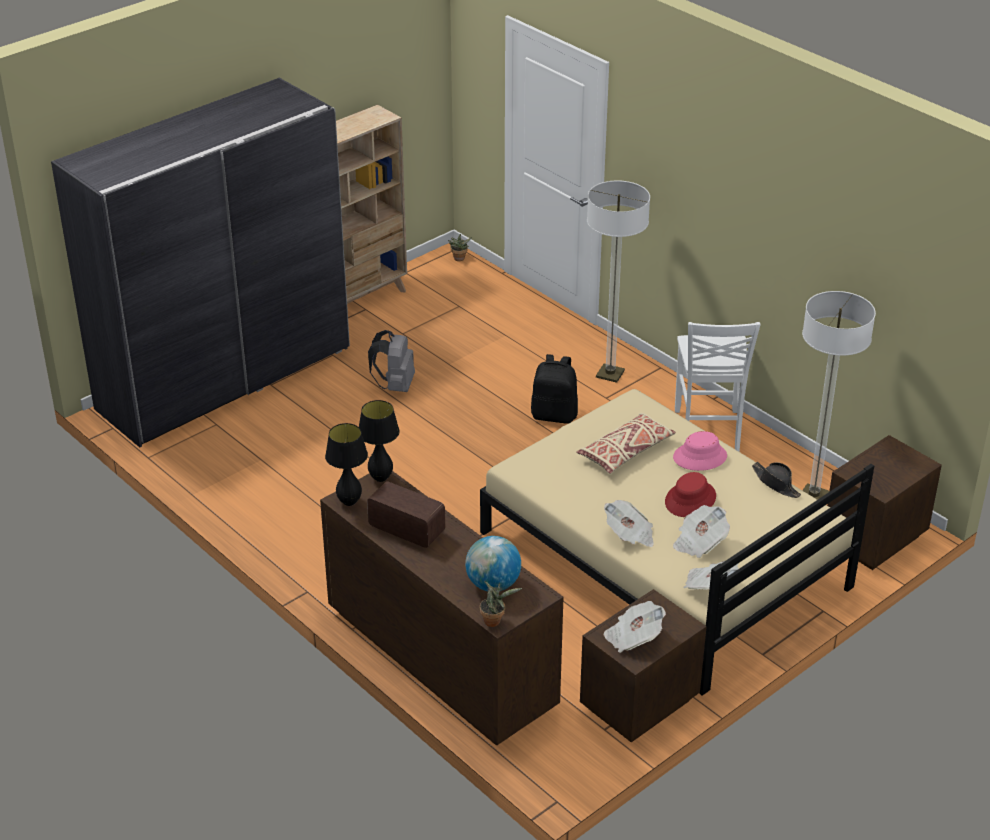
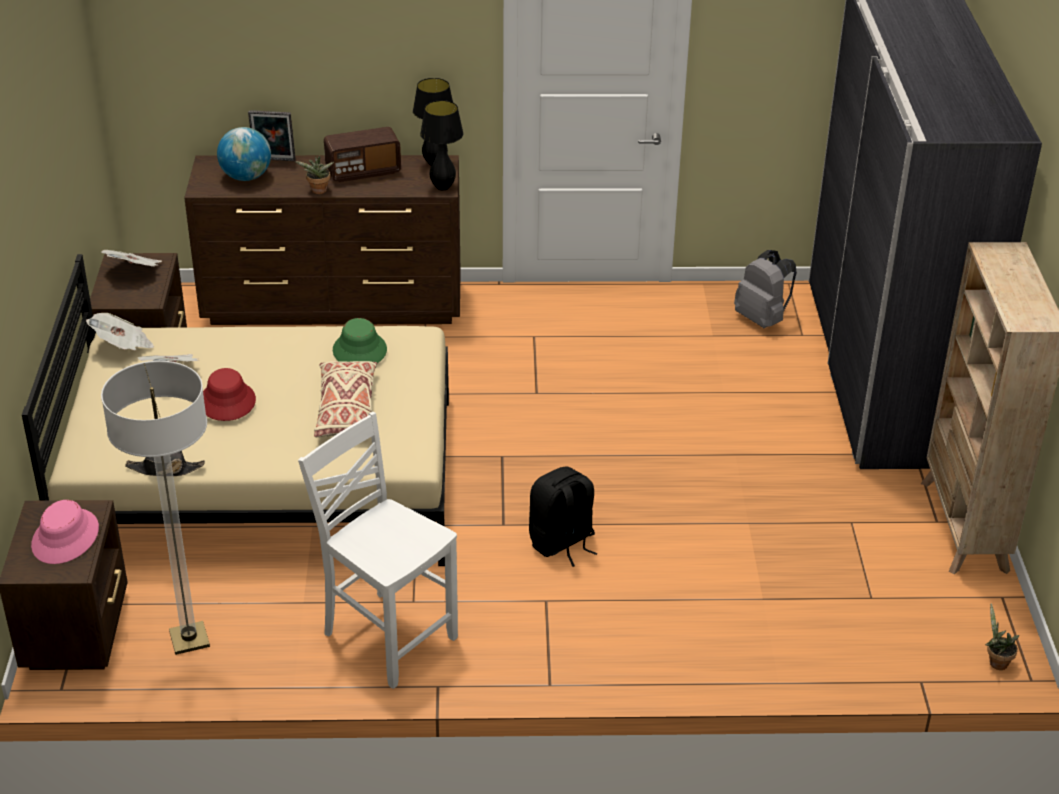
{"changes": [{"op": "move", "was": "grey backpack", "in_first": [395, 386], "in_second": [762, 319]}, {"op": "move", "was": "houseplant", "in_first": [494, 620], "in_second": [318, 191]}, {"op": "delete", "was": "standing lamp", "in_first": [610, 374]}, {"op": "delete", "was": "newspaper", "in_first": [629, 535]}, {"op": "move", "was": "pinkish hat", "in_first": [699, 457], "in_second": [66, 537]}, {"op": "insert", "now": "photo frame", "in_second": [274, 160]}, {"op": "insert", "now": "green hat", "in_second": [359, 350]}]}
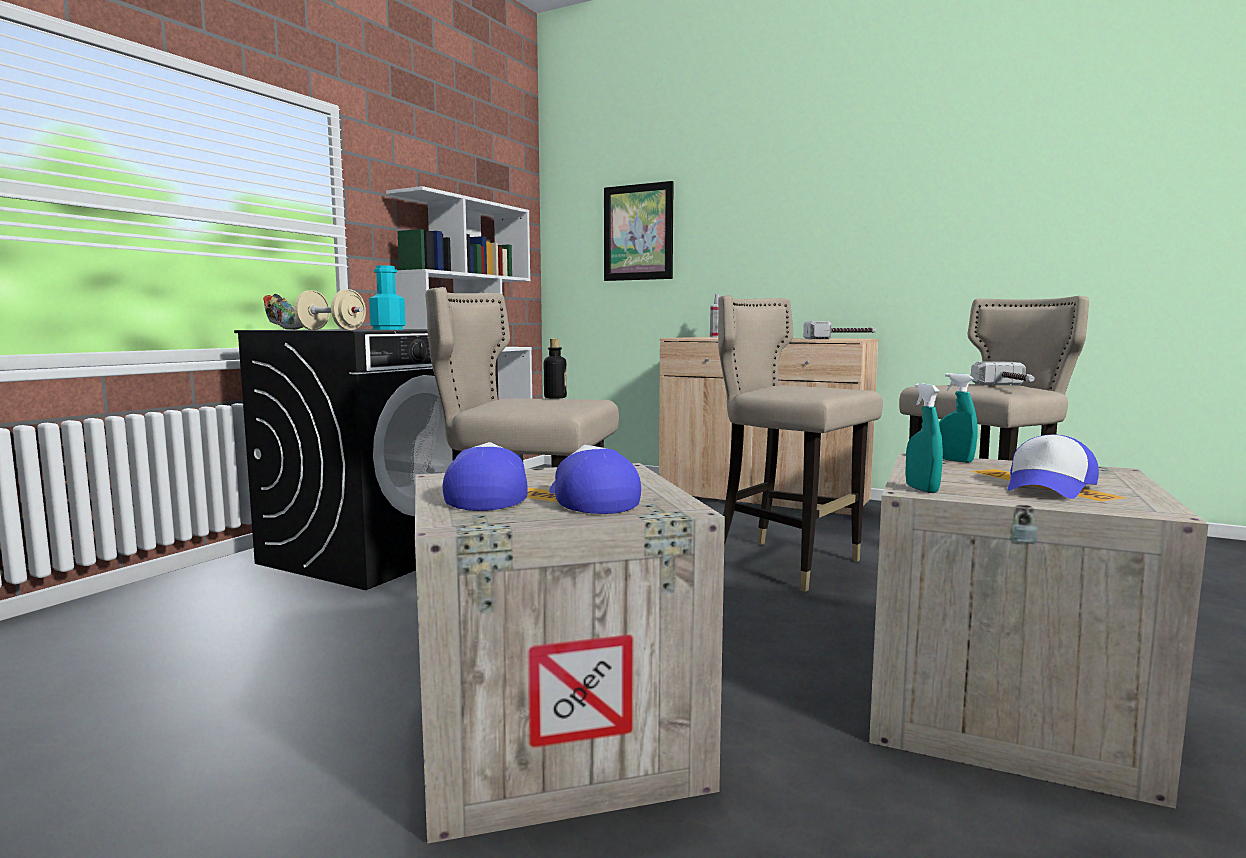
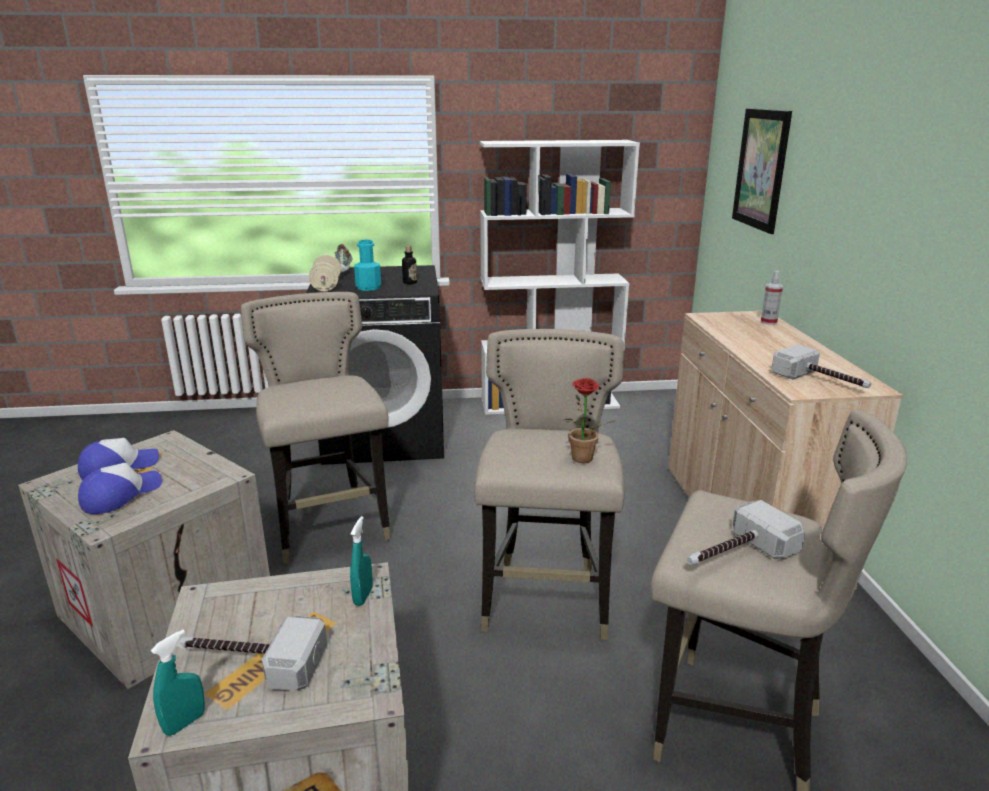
{"changes": [{"op": "move", "was": "beverage bottle", "in_first": [555, 397], "in_second": [410, 282]}, {"op": "move", "was": "turquoise-coloured sprayer", "in_first": [921, 489], "in_second": [185, 723]}, {"op": "replace", "was": "baseball cap", "now": "hammer", "in_first": [1049, 487], "in_second": [251, 661]}, {"op": "insert", "now": "houseplant", "in_second": [581, 460]}]}
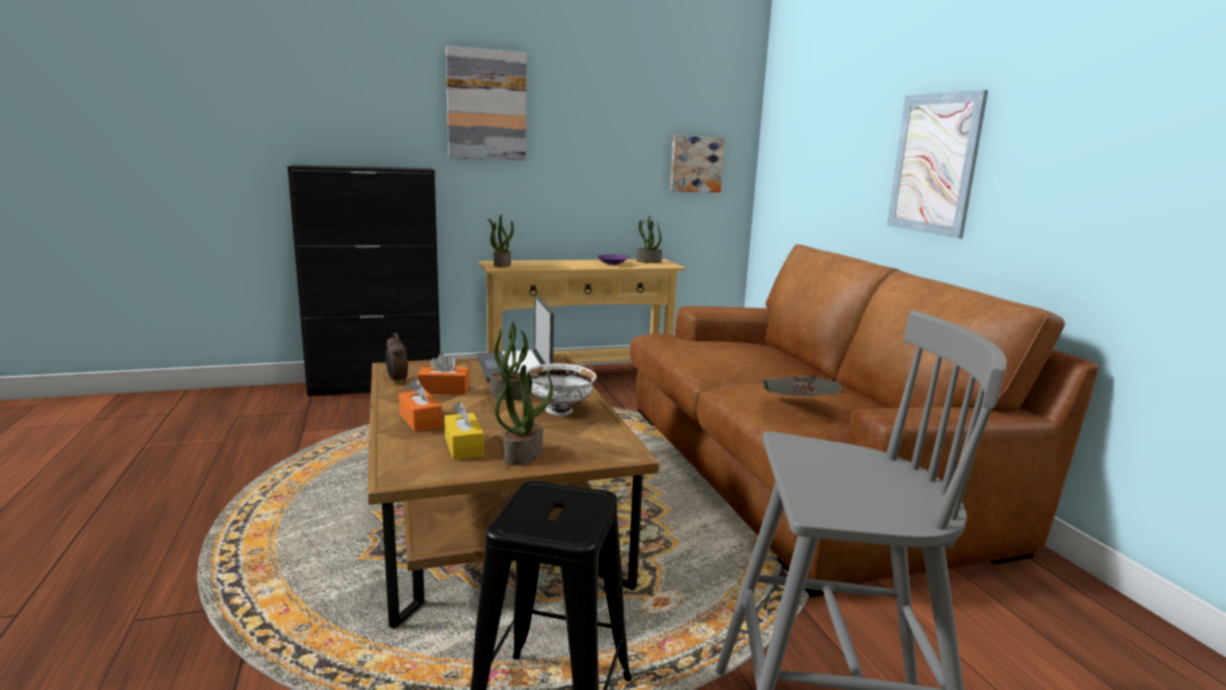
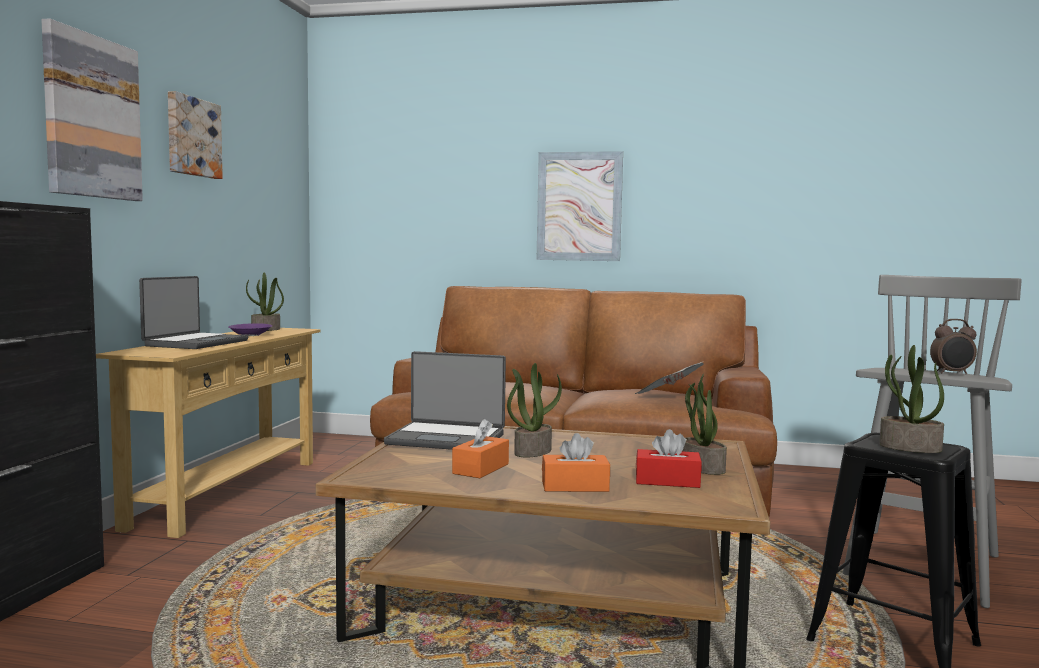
{"changes": [{"op": "move", "was": "alarm clock", "in_first": [397, 381], "in_second": [952, 373]}, {"op": "recolor", "was": "yellowish box of tissues", "now": "reddish box of tissues", "in_first": [464, 446], "in_second": [667, 481]}, {"op": "move", "was": "houseplant", "in_first": [501, 264], "in_second": [909, 448]}, {"op": "delete", "was": "white-coloured bowl", "in_first": [560, 410]}, {"op": "move", "was": "picture", "in_first": [695, 164], "in_second": [192, 137]}, {"op": "insert", "now": "laptop", "in_second": [195, 343]}]}
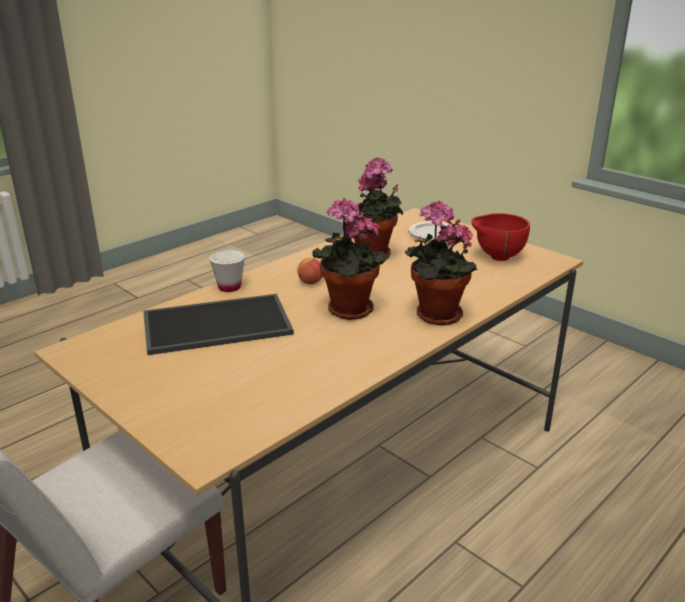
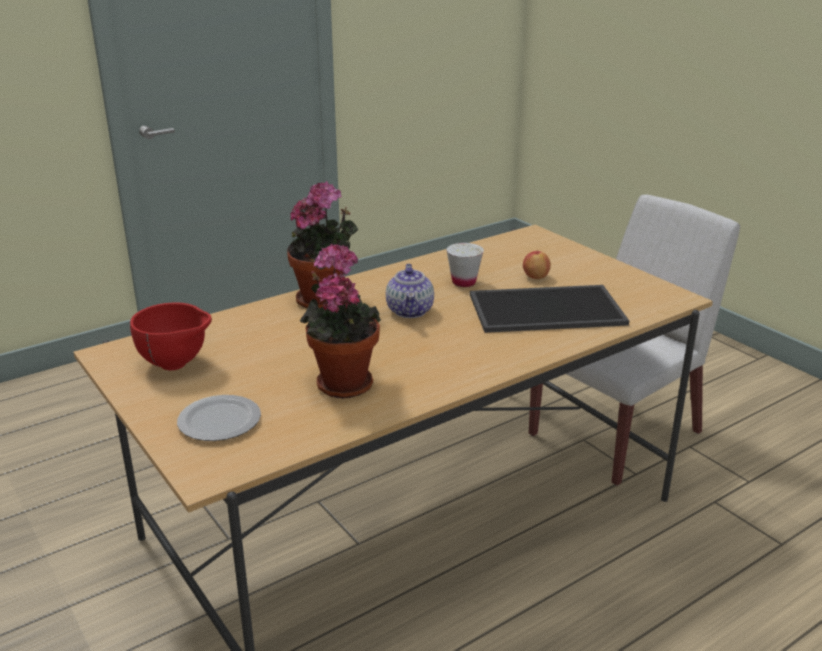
{"changes": [{"op": "move", "was": "white-coloured cup", "in_first": [229, 287], "in_second": [464, 282]}, {"op": "move", "was": "apple", "in_first": [310, 282], "in_second": [535, 277]}, {"op": "replace", "was": "houseplant", "now": "tea pot", "in_first": [347, 311], "in_second": [410, 311]}]}
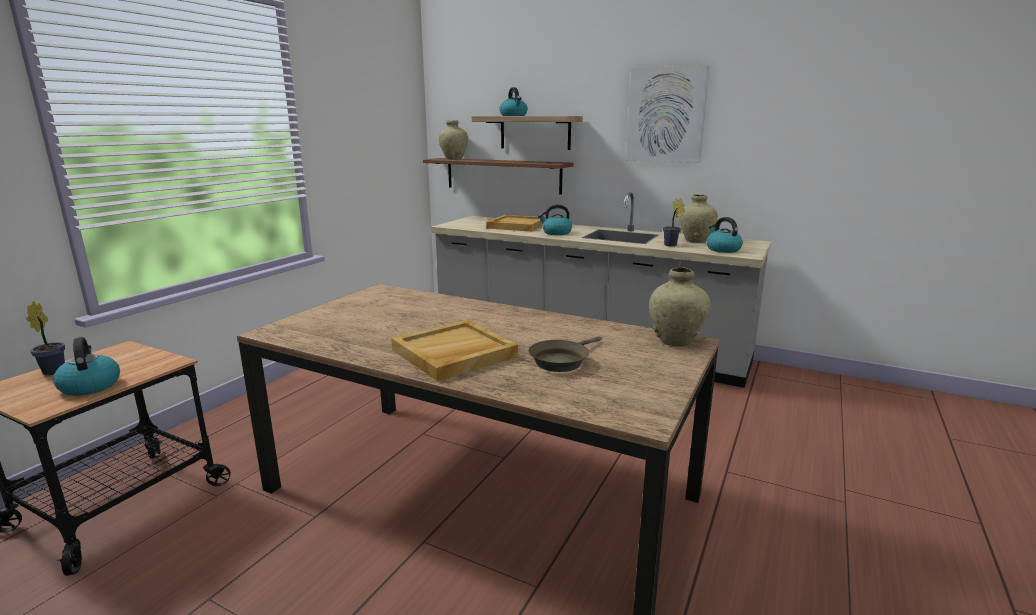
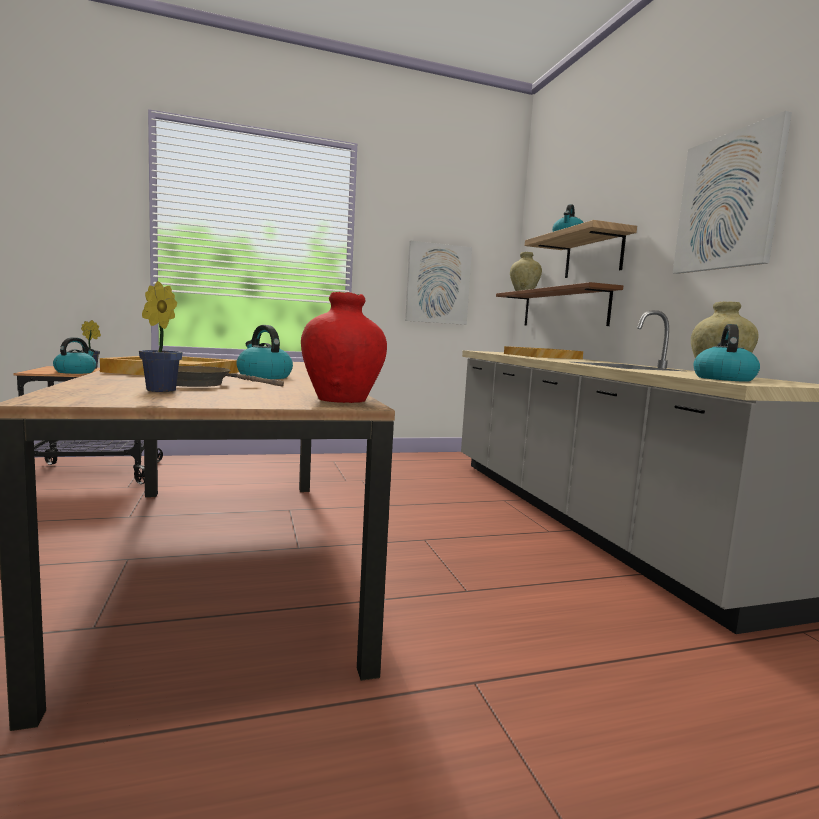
{"changes": [{"op": "move", "was": "water kettle", "in_first": [556, 233], "in_second": [263, 376]}, {"op": "recolor", "was": "beige-coloured flower vase", "now": "reddish flower vase", "in_first": [676, 341], "in_second": [342, 401]}, {"op": "move", "was": "houseplant", "in_first": [671, 245], "in_second": [158, 390]}, {"op": "insert", "now": "picture", "in_second": [438, 284]}]}
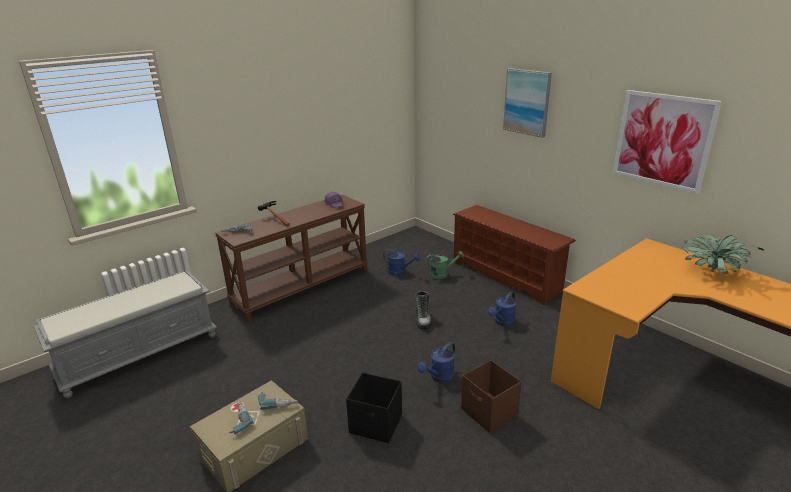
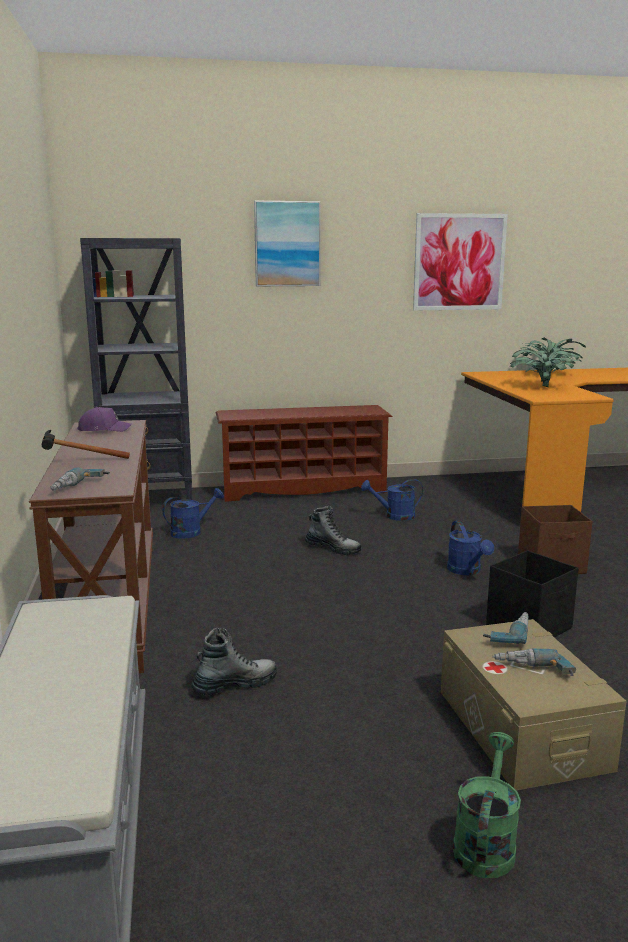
{"changes": [{"op": "move", "was": "green sprinkling can", "in_first": [442, 274], "in_second": [485, 842]}, {"op": "rotate", "was": "bluish sprinkling can", "in_first": [502, 322], "in_second": [394, 516], "clockwise": 105}, {"op": "insert", "now": "black bookcase", "in_second": [150, 501]}, {"op": "insert", "now": "tall boot", "in_second": [235, 684]}, {"op": "insert", "now": "houseplant", "in_second": [542, 387]}]}
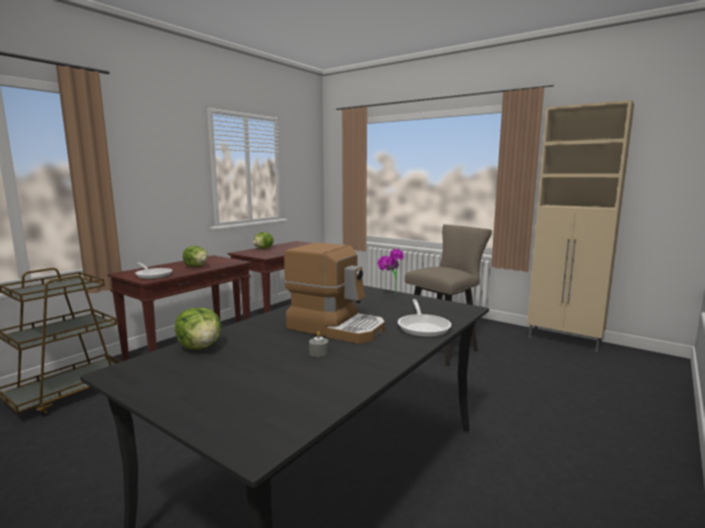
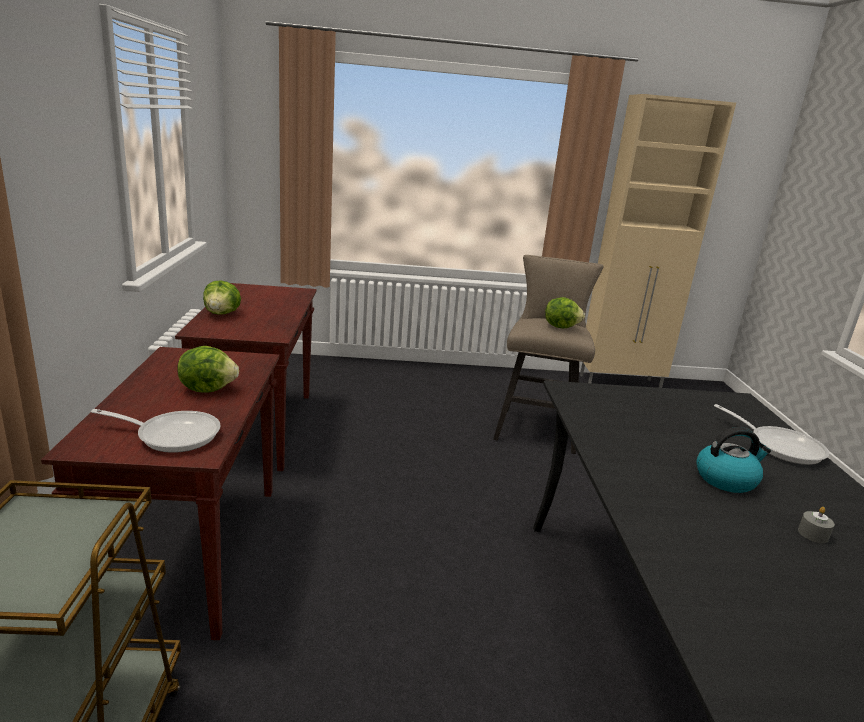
{"changes": [{"op": "move", "was": "lettuce head", "in_first": [200, 347], "in_second": [561, 326]}, {"op": "replace", "was": "coffee machine", "now": "water kettle", "in_first": [336, 327], "in_second": [726, 479]}, {"op": "delete", "was": "houseplant", "in_first": [389, 295]}]}
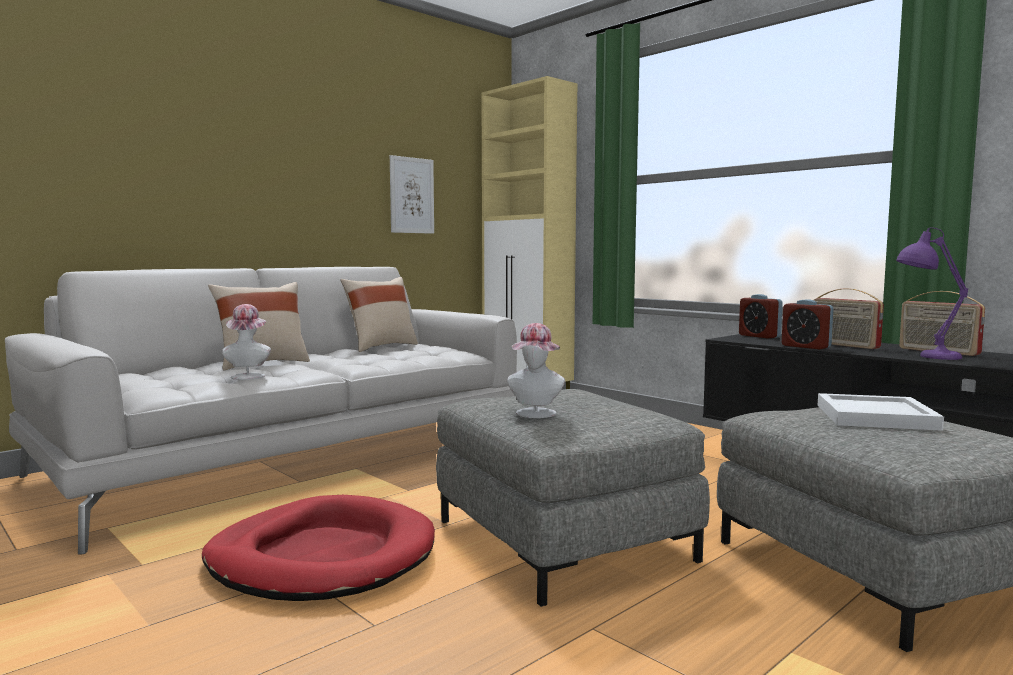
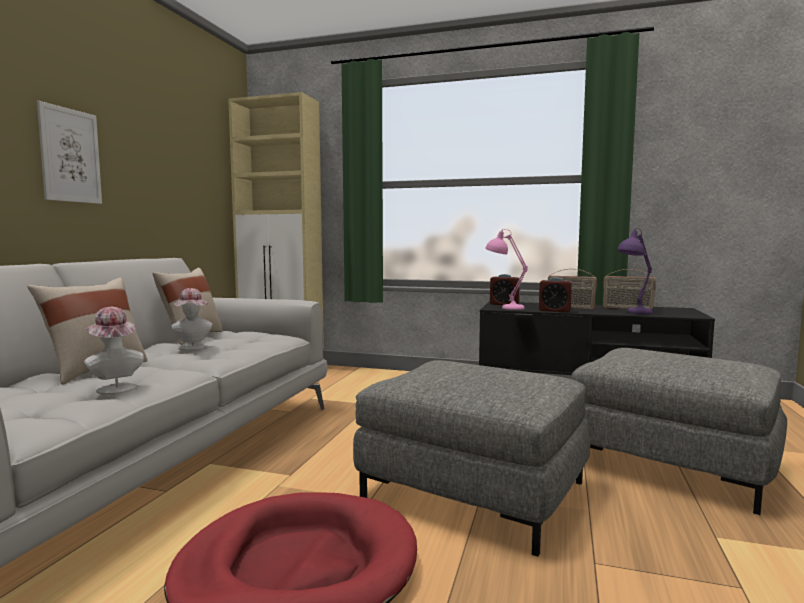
{"changes": [{"op": "move", "was": "picture", "in_first": [411, 195], "in_second": [70, 155]}, {"op": "move", "was": "hat", "in_first": [535, 414], "in_second": [193, 348]}, {"op": "delete", "was": "white-coloured serving tray", "in_first": [873, 416]}, {"op": "insert", "now": "pinkish table lamp", "in_second": [504, 307]}]}
